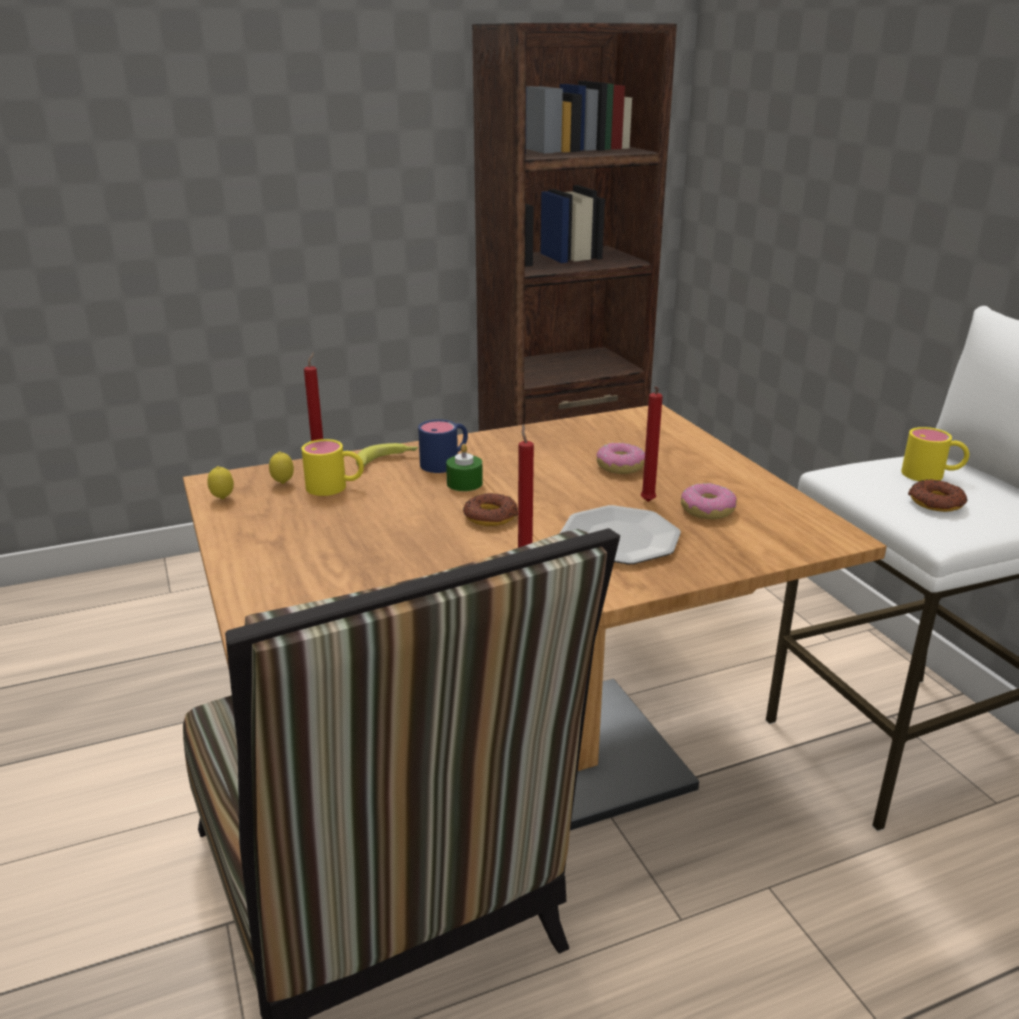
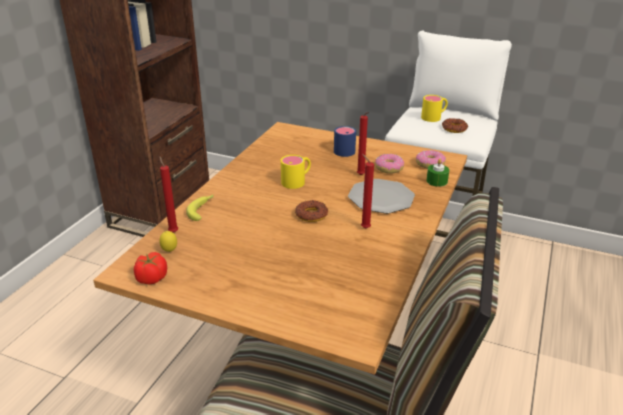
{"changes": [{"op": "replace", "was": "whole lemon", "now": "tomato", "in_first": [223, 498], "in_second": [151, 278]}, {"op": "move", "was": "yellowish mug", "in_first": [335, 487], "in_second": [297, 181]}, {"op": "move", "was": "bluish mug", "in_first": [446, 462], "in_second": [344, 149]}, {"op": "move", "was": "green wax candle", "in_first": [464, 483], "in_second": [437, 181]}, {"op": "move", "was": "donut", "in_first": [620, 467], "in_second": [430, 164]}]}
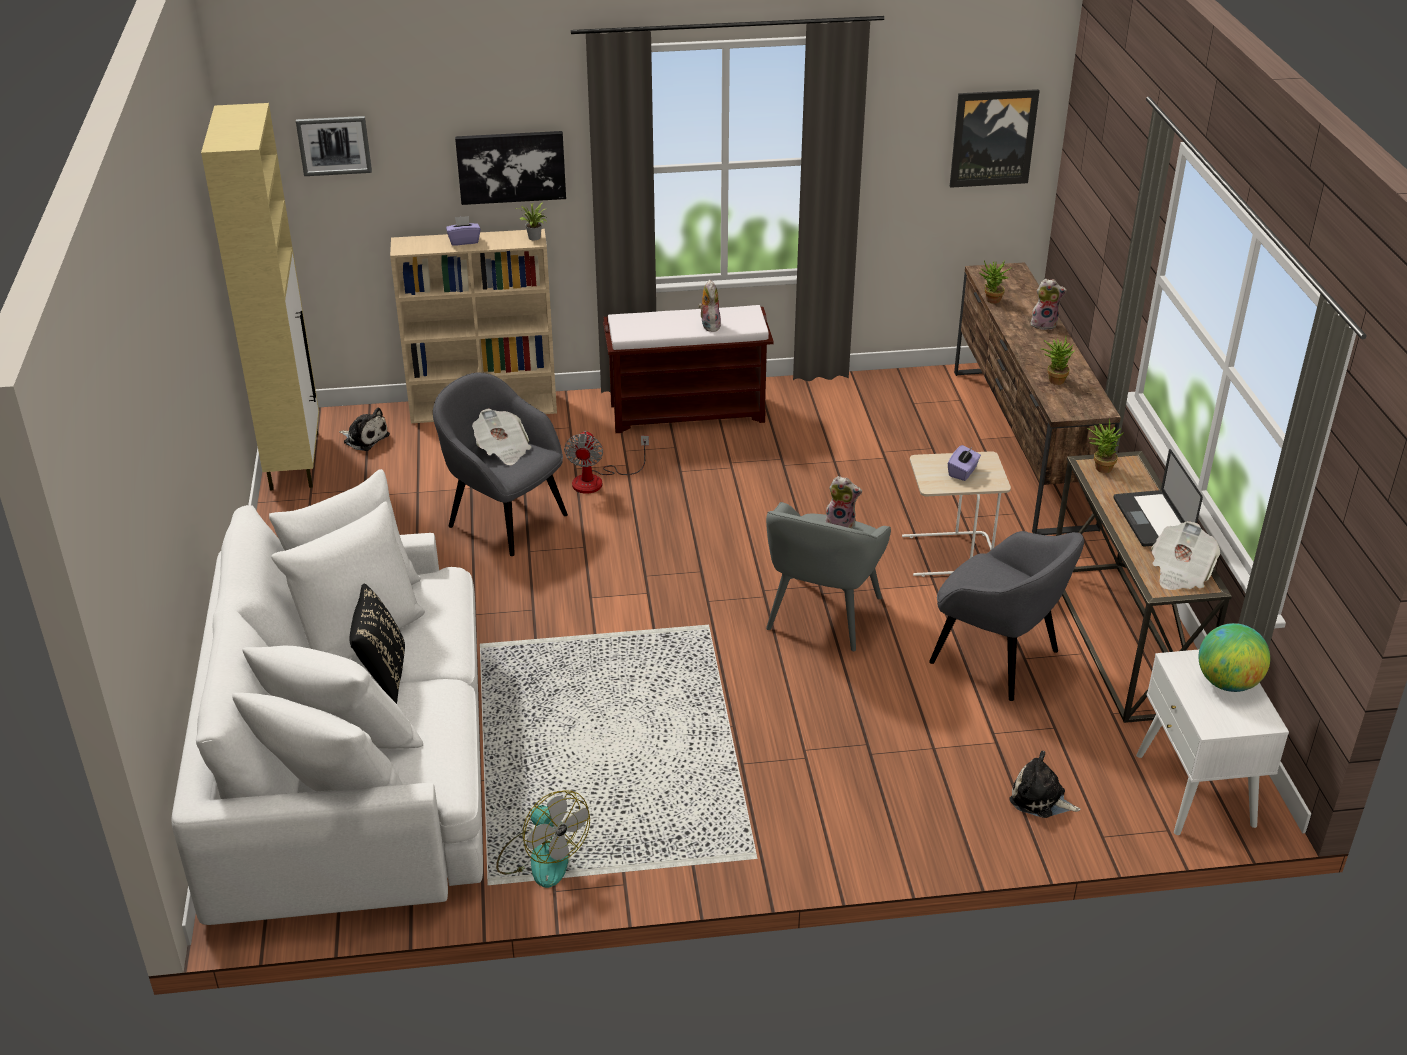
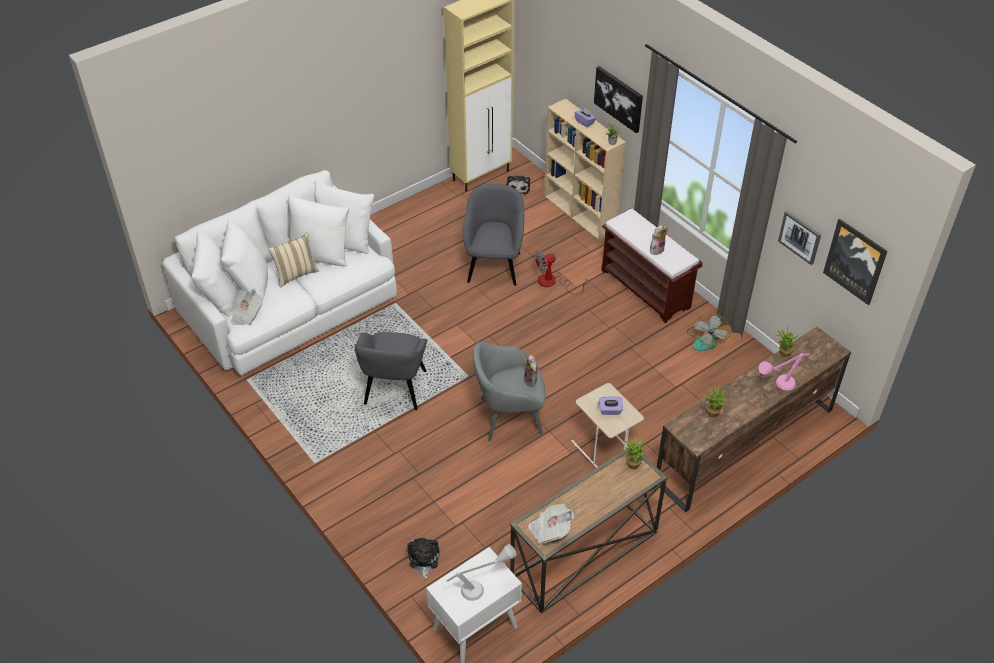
{"changes": [{"op": "move", "was": "picture", "in_first": [334, 145], "in_second": [800, 237]}, {"op": "recolor", "was": "black pillow", "now": "beige-coloured pillow", "in_first": [382, 675], "in_second": [296, 274]}, {"op": "move", "was": "newspaper", "in_first": [503, 450], "in_second": [246, 314]}, {"op": "move", "was": "cooling fan", "in_first": [541, 857], "in_second": [706, 339]}, {"op": "move", "was": "grey easy chair", "in_first": [997, 658], "in_second": [395, 389]}, {"op": "replace", "was": "soft toy", "now": "pinkish table lamp", "in_first": [1044, 324], "in_second": [777, 386]}, {"op": "delete", "was": "laptop", "in_first": [1152, 520]}, {"op": "replace", "was": "world globe", "now": "grey table lamp", "in_first": [1227, 683], "in_second": [483, 587]}]}
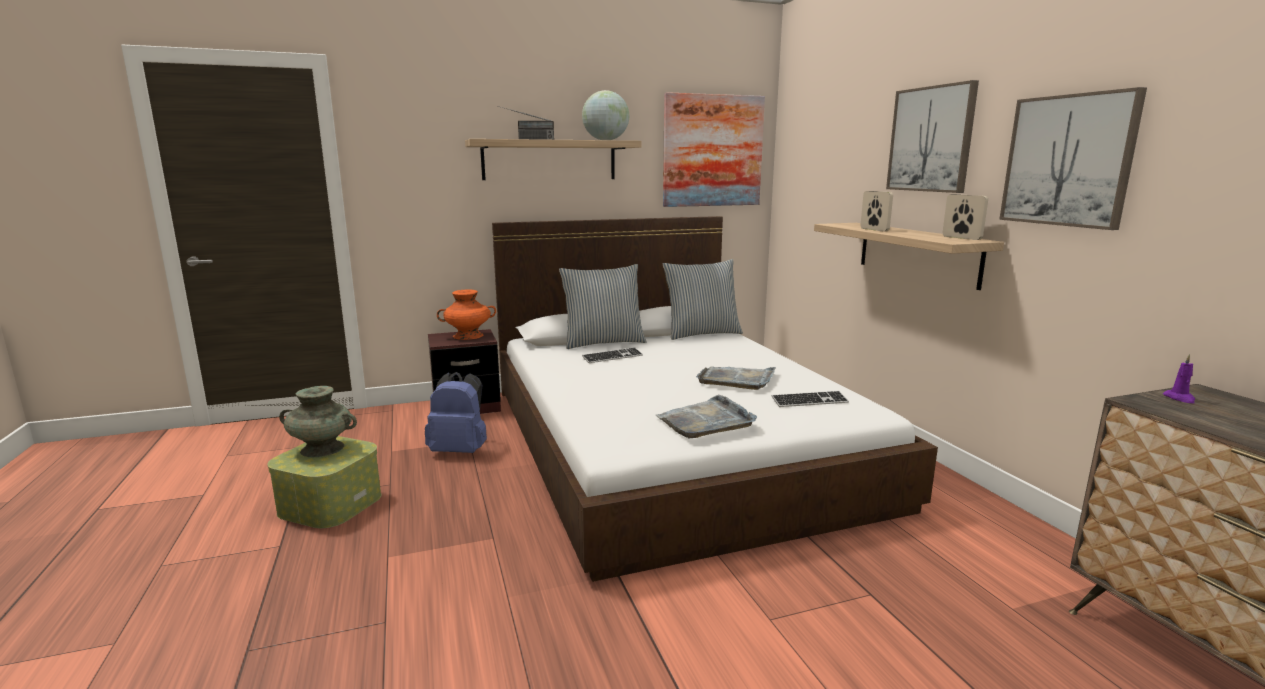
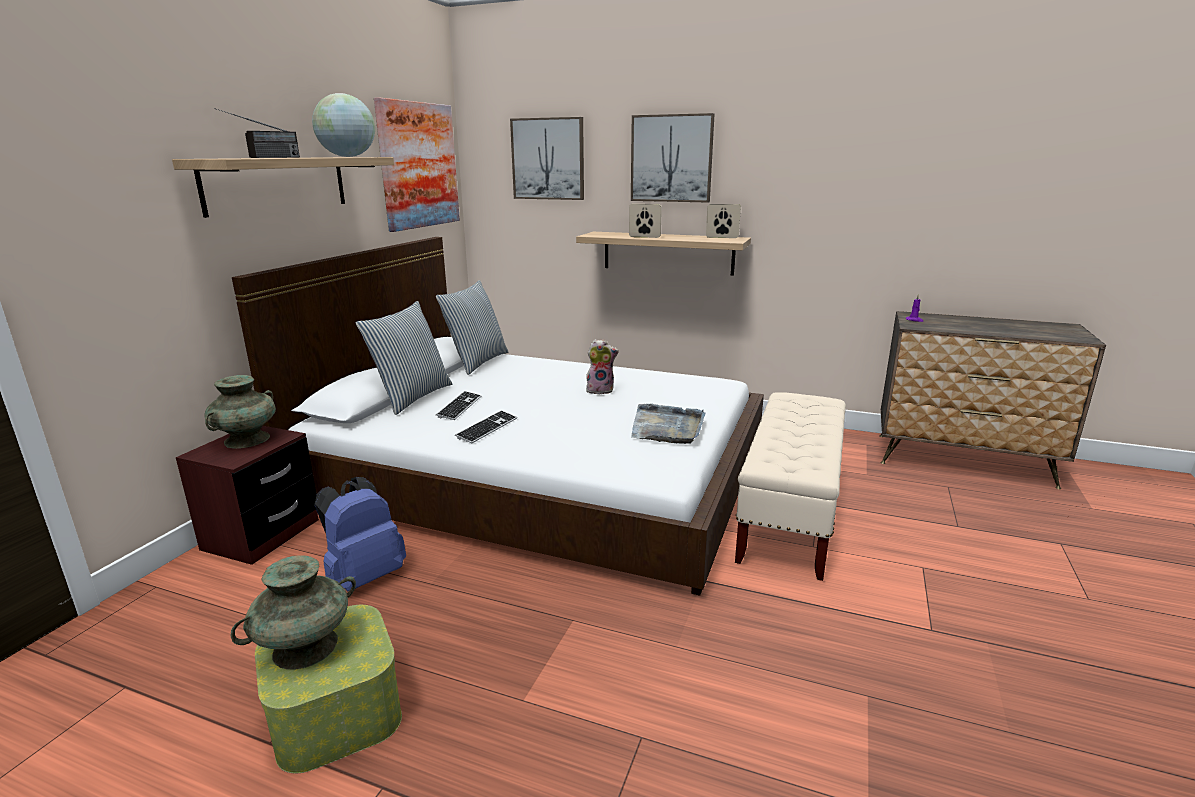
{"changes": [{"op": "recolor", "was": "orangey flower vase", "now": "turquoise-coloured flower vase", "in_first": [468, 336], "in_second": [247, 439]}, {"op": "replace", "was": "grey serving tray", "now": "soft toy", "in_first": [736, 379], "in_second": [600, 390]}, {"op": "move", "was": "PC keyboard", "in_first": [809, 401], "in_second": [487, 428]}, {"op": "move", "was": "picture", "in_first": [1068, 160], "in_second": [548, 159]}, {"op": "insert", "now": "beige-coloured indoor bench", "in_second": [789, 515]}]}
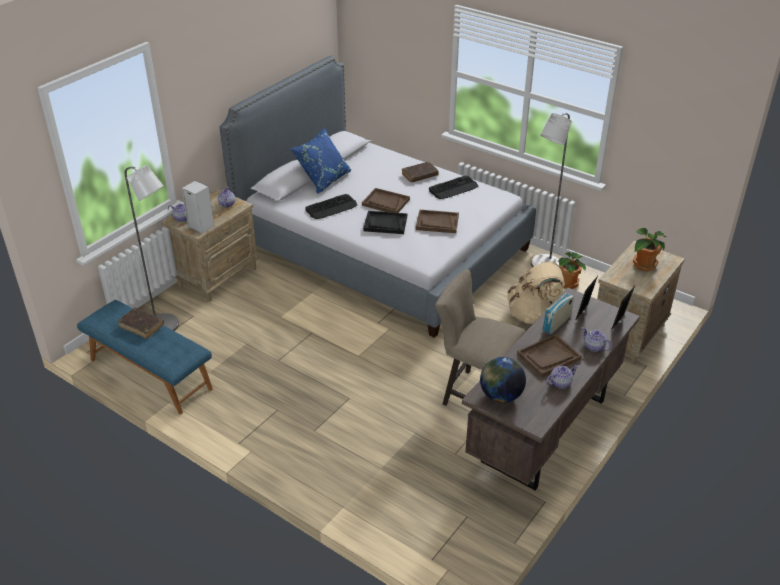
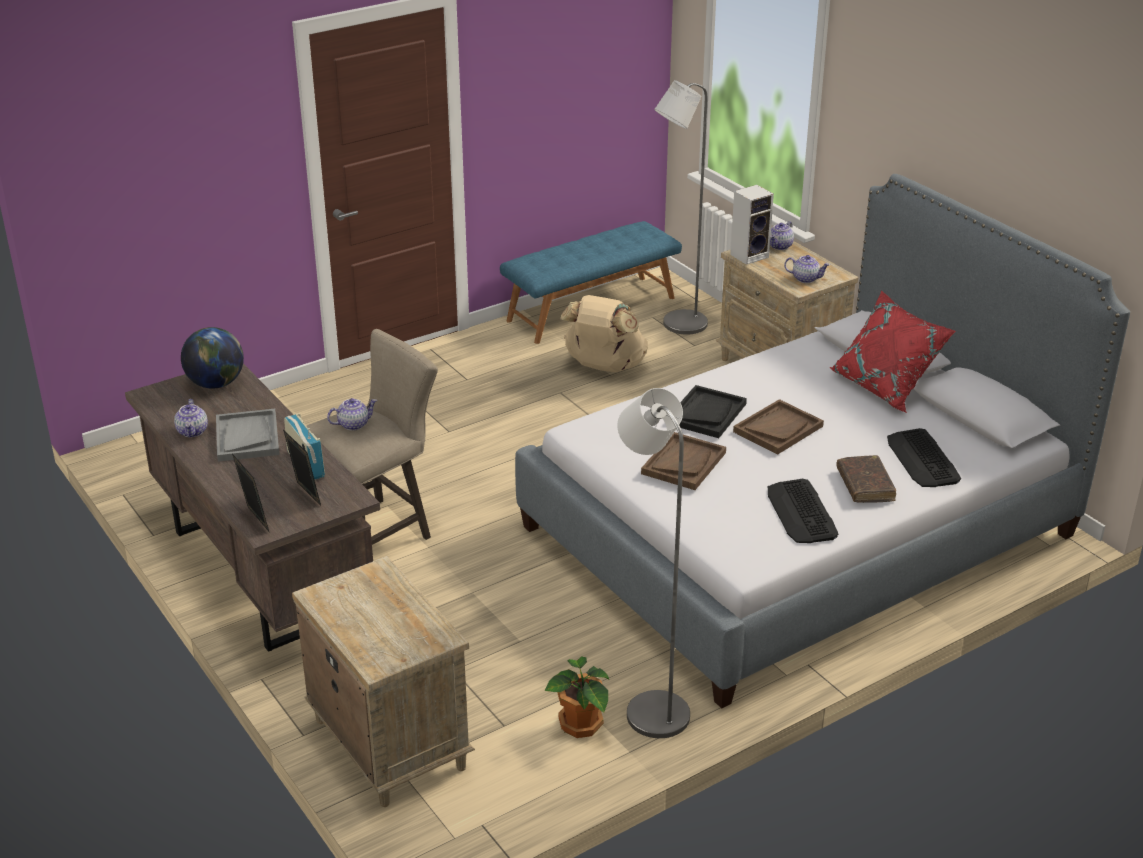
{"changes": [{"op": "delete", "was": "brown-coloured volume", "in_first": [141, 326]}, {"op": "recolor", "was": "bluish pillow", "now": "reddish pillow", "in_first": [323, 179], "in_second": [885, 386]}, {"op": "move", "was": "PC keyboard", "in_first": [331, 207], "in_second": [922, 459]}, {"op": "move", "was": "beige-coloured backpack", "in_first": [533, 314], "in_second": [604, 367]}, {"op": "recolor", "was": "brown-coloured serving tray", "now": "grey serving tray", "in_first": [548, 357], "in_second": [247, 437]}, {"op": "move", "was": "tea pot", "in_first": [594, 347], "in_second": [353, 424]}, {"op": "delete", "was": "houseplant", "in_first": [643, 265]}]}
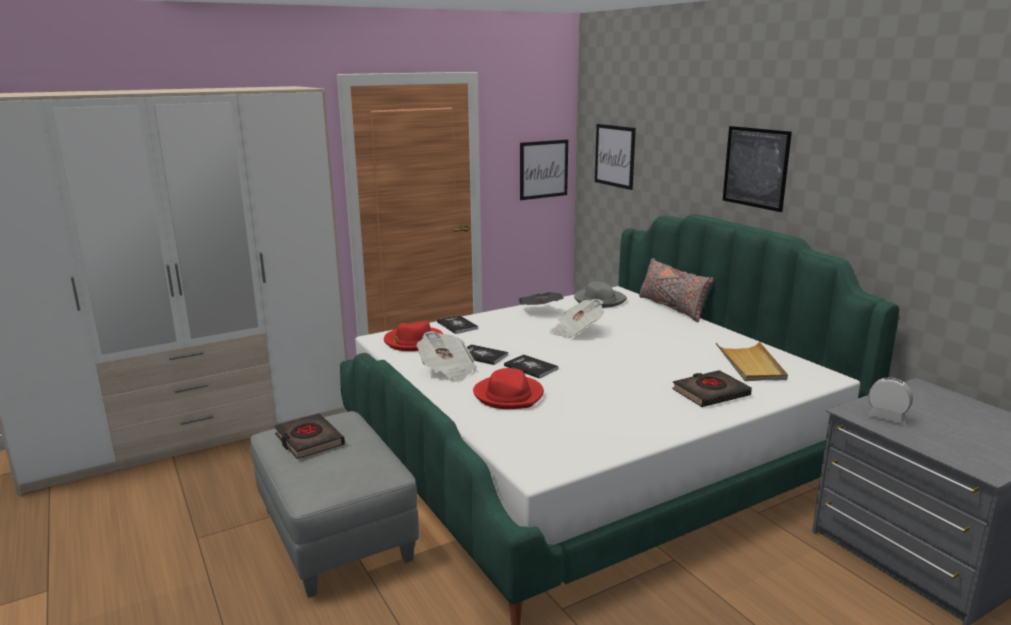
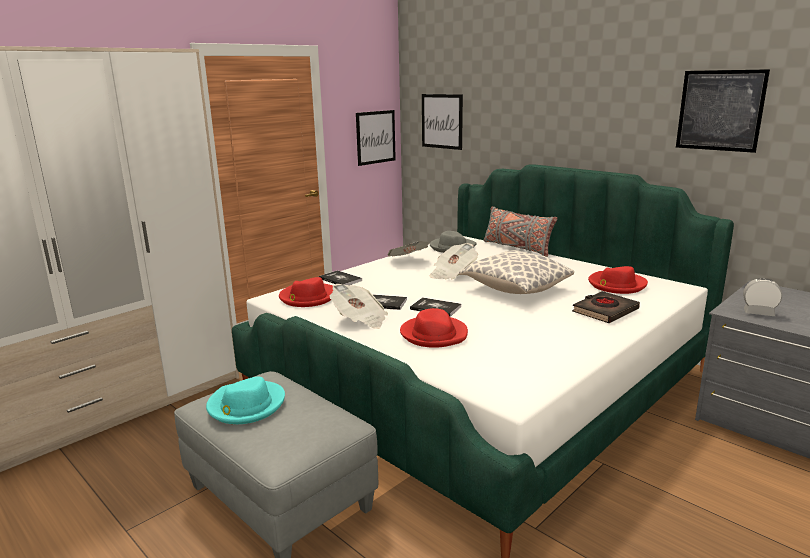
{"changes": [{"op": "replace", "was": "black volume", "now": "turquoise-coloured hat", "in_first": [309, 440], "in_second": [246, 405]}, {"op": "replace", "was": "beige-coloured serving tray", "now": "reddish hat", "in_first": [750, 364], "in_second": [616, 285]}, {"op": "move", "was": "picture", "in_first": [755, 167], "in_second": [720, 110]}, {"op": "insert", "now": "pillow", "in_second": [515, 289]}]}
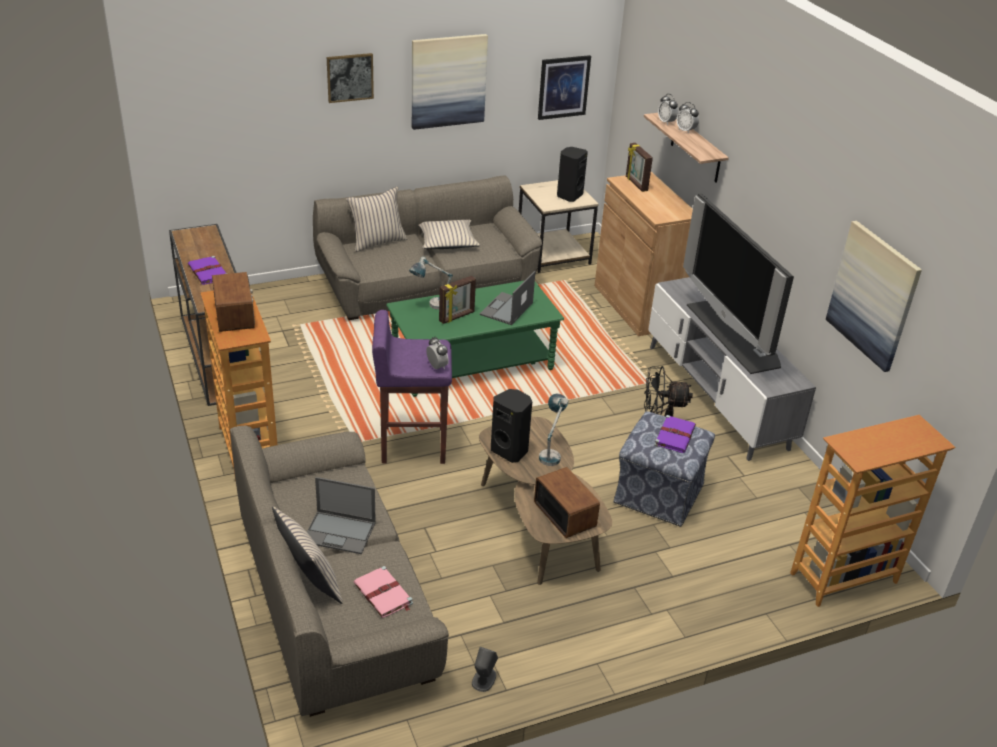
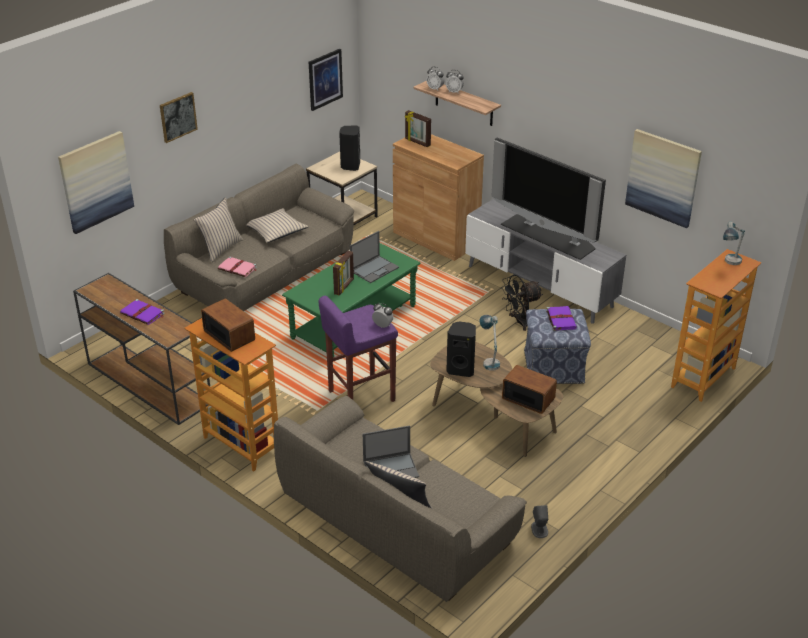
{"changes": [{"op": "move", "was": "pinkish volume", "in_first": [383, 594], "in_second": [238, 268]}, {"op": "move", "was": "table lamp", "in_first": [430, 306], "in_second": [729, 264]}, {"op": "move", "was": "picture", "in_first": [448, 81], "in_second": [96, 181]}, {"op": "rotate", "was": "laptop", "in_first": [506, 309], "in_second": [374, 269], "clockwise": -135}]}
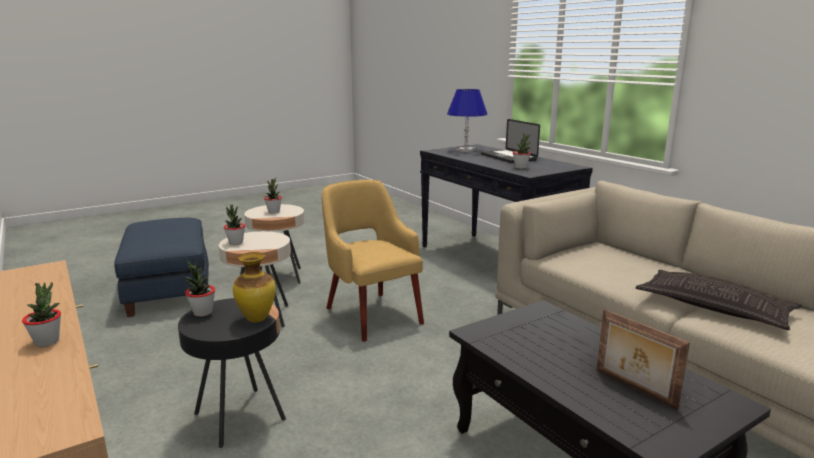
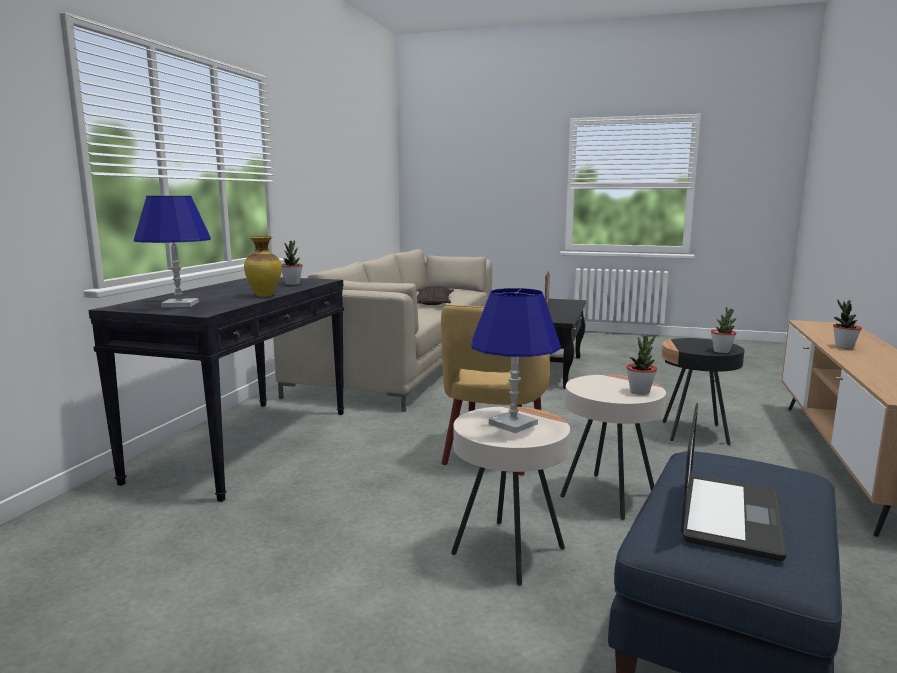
{"changes": [{"op": "move", "was": "flower vase", "in_first": [257, 318], "in_second": [264, 296]}, {"op": "replace", "was": "houseplant", "now": "bluish table lamp", "in_first": [274, 212], "in_second": [513, 424]}, {"op": "move", "was": "laptop", "in_first": [508, 157], "in_second": [730, 517]}]}
